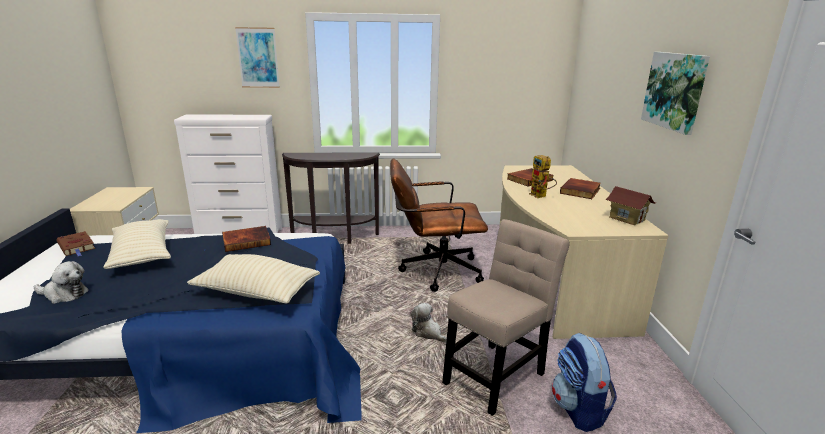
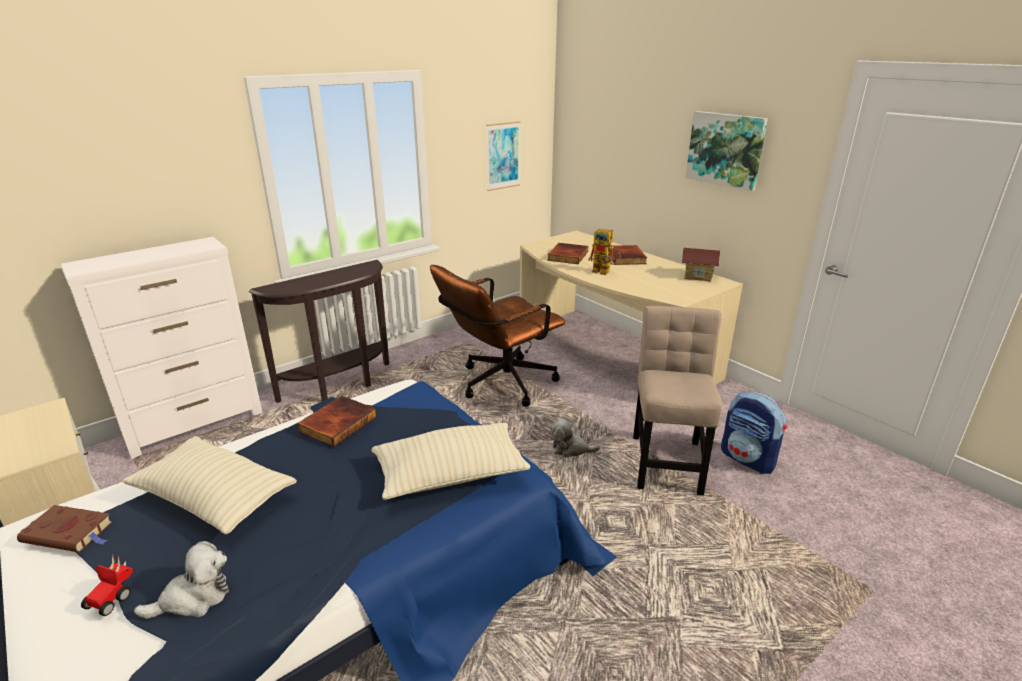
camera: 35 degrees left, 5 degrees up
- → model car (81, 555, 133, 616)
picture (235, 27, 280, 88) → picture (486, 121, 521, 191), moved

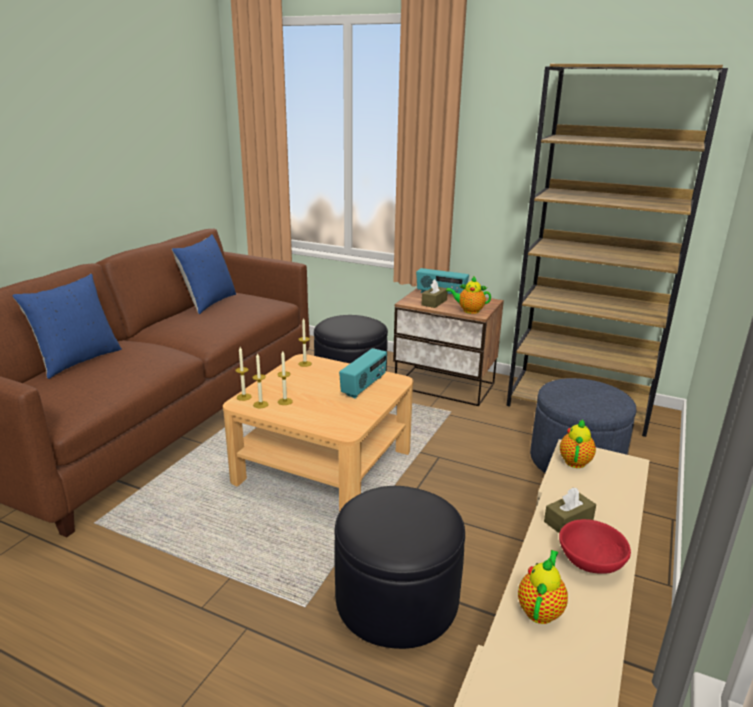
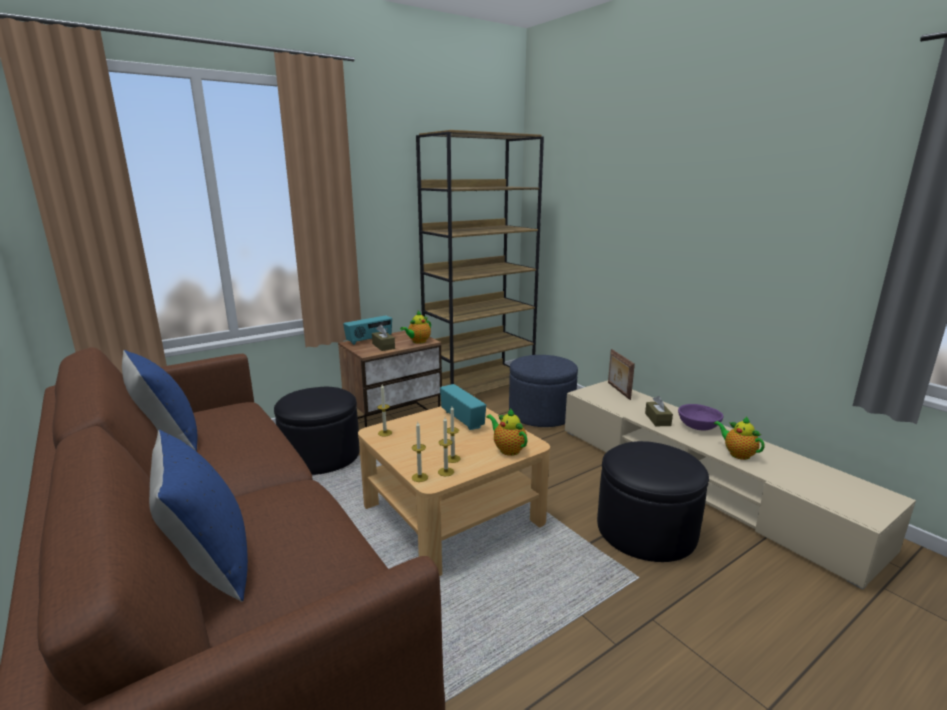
camera: 60 degrees left, 5 degrees down
pot for tea (560, 419, 596, 468) → pot for tea (486, 408, 527, 456), moved
- → photo frame (608, 349, 635, 400)
reddish serving bowl (559, 519, 631, 574) → purple-coloured serving bowl (678, 404, 723, 430)

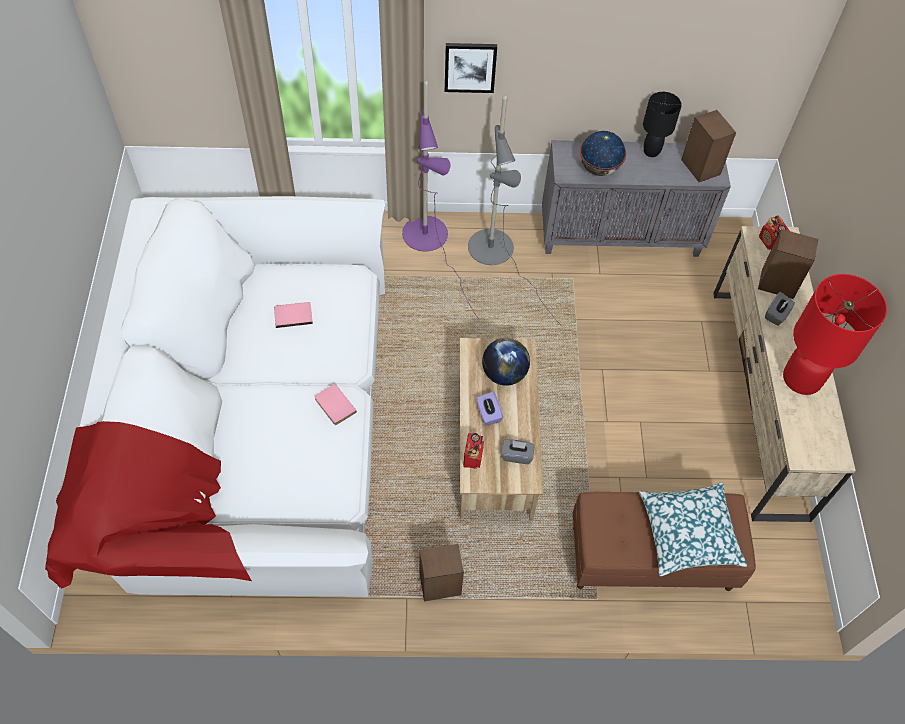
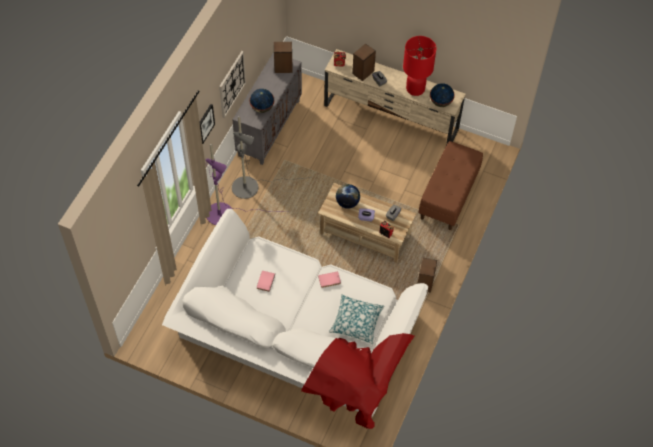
camera: 65 degrees left, 0 degrees up
- → wall clock (219, 51, 246, 118)
cushion (639, 482, 747, 576) → cushion (329, 294, 385, 344), moved
- → globe (430, 83, 455, 107)
black lamp for a table (643, 92, 682, 157) → -

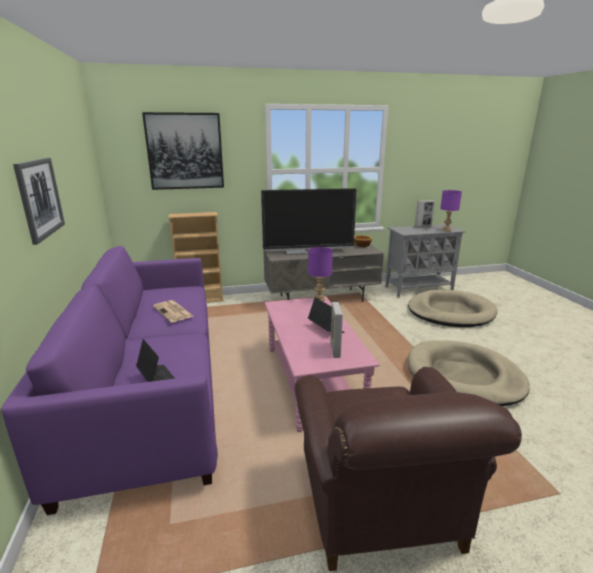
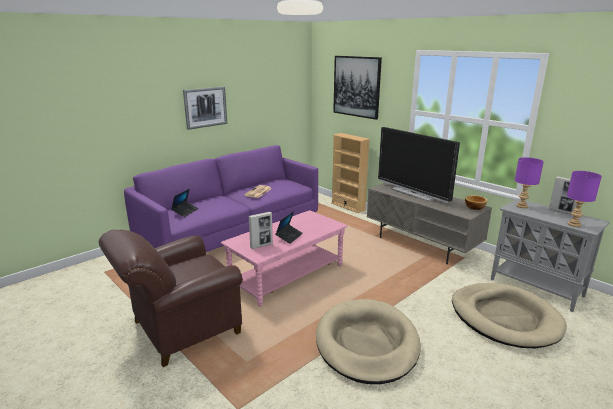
camera: 60 degrees right, 0 degrees up
purple-coloured lamp for a table (308, 247, 333, 301) → purple-coloured lamp for a table (515, 157, 544, 208), moved

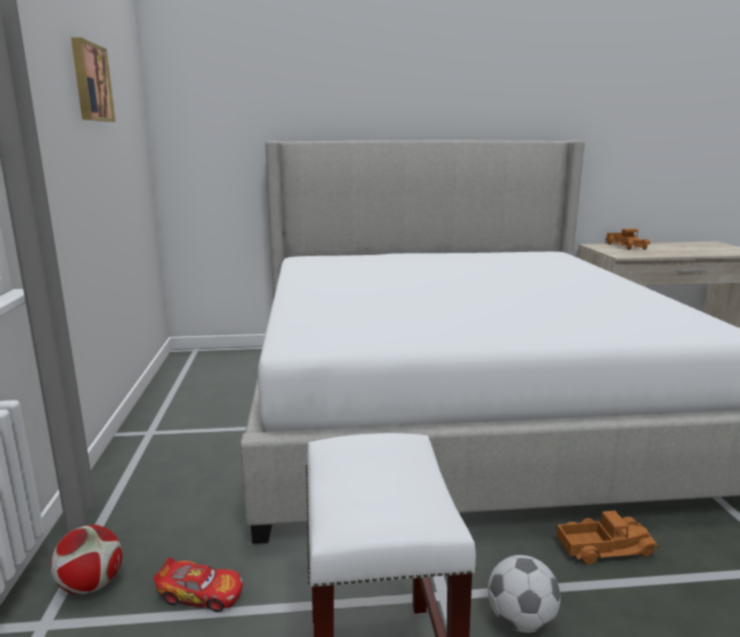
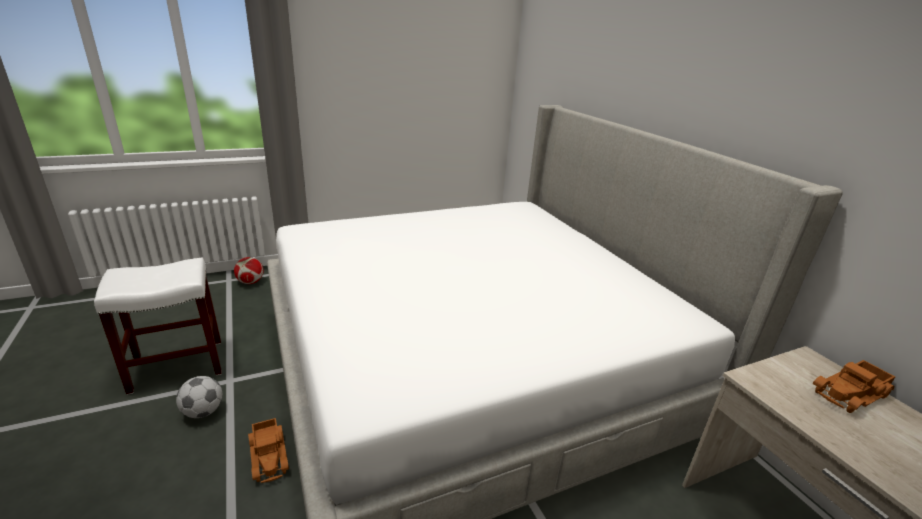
camera: 70 degrees right, 10 degrees up
picture (71, 37, 116, 122) → -
model car (153, 557, 243, 612) → -

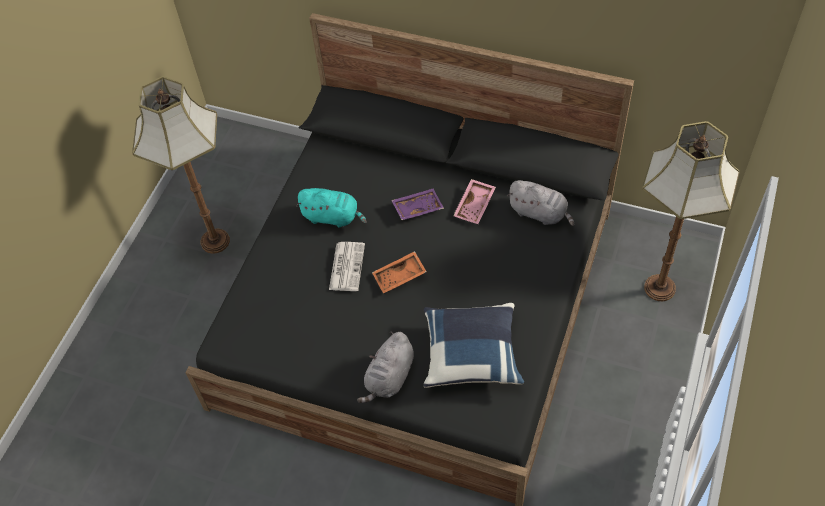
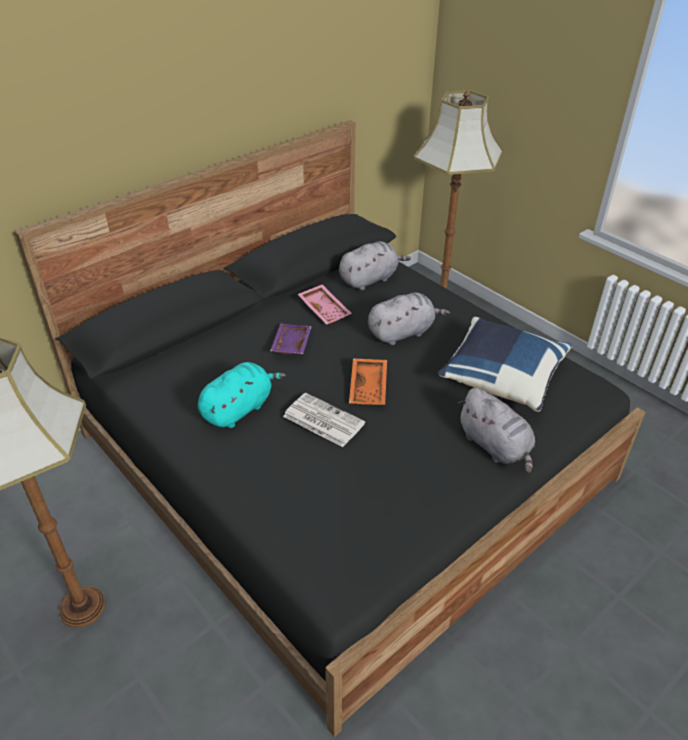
camera: 65 degrees left, 15 degrees down
- → gray cuddly toy (368, 293, 450, 345)

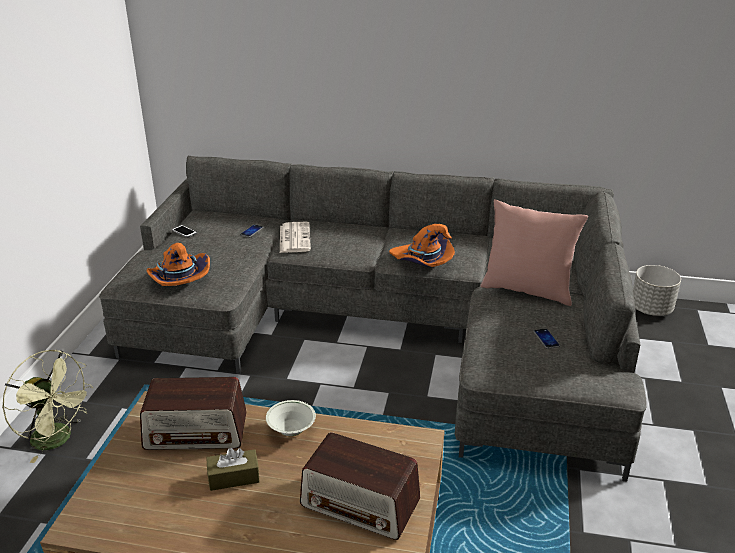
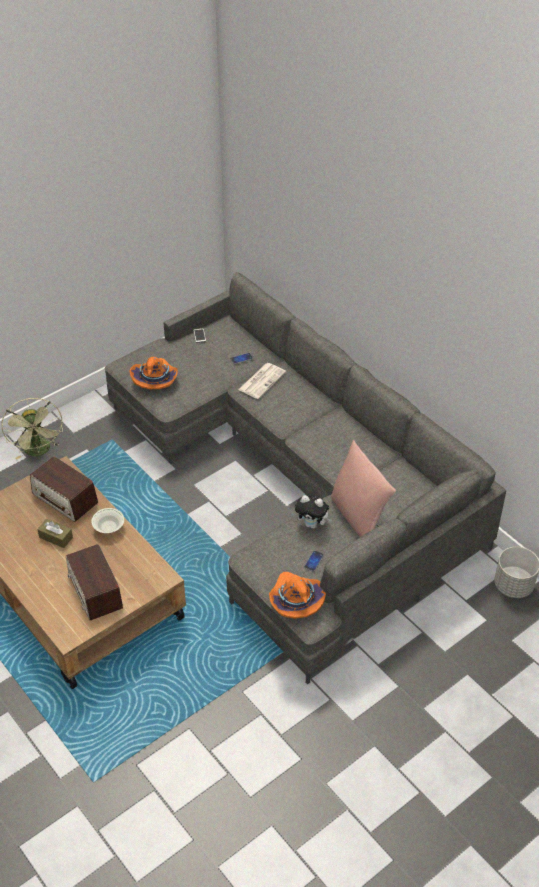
camera: 40 degrees right, 15 degrees up
orange hat (389, 224, 455, 267) → orange hat (269, 572, 326, 619), moved
- → cuddly toy (295, 495, 331, 529)

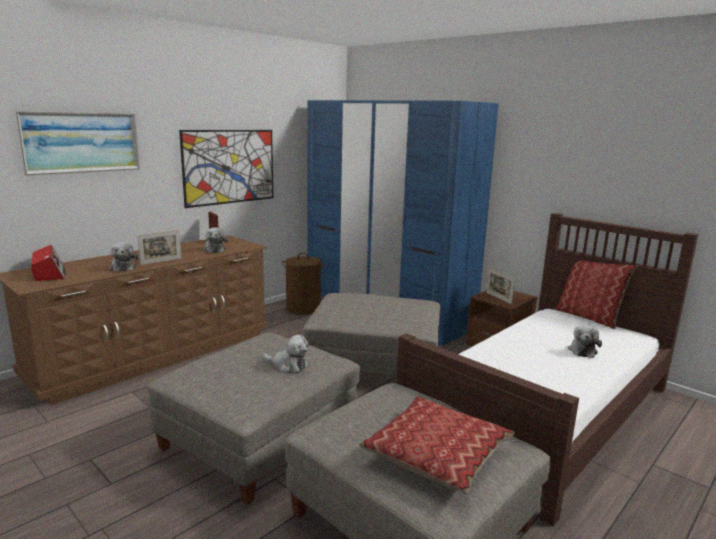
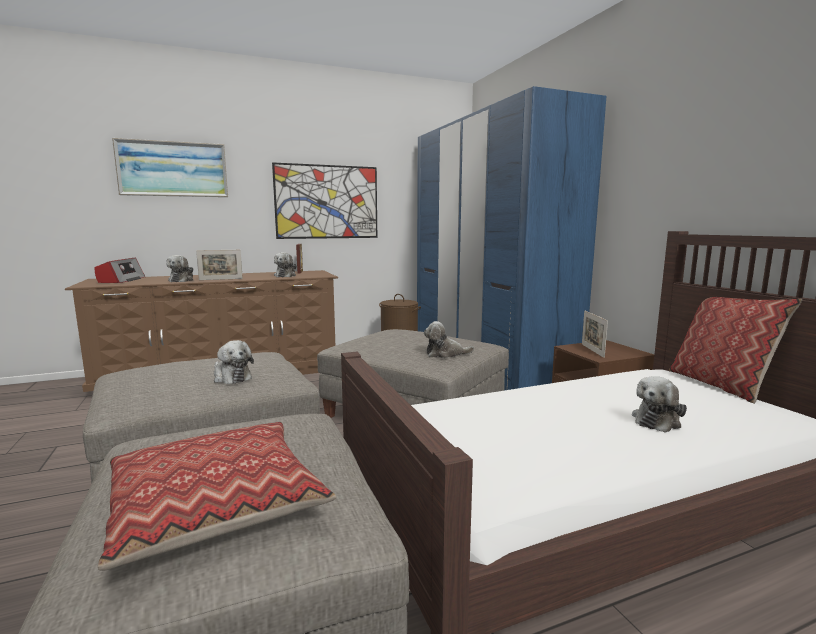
camera: 25 degrees right, 5 degrees down
- → cuddly toy (424, 321, 474, 358)

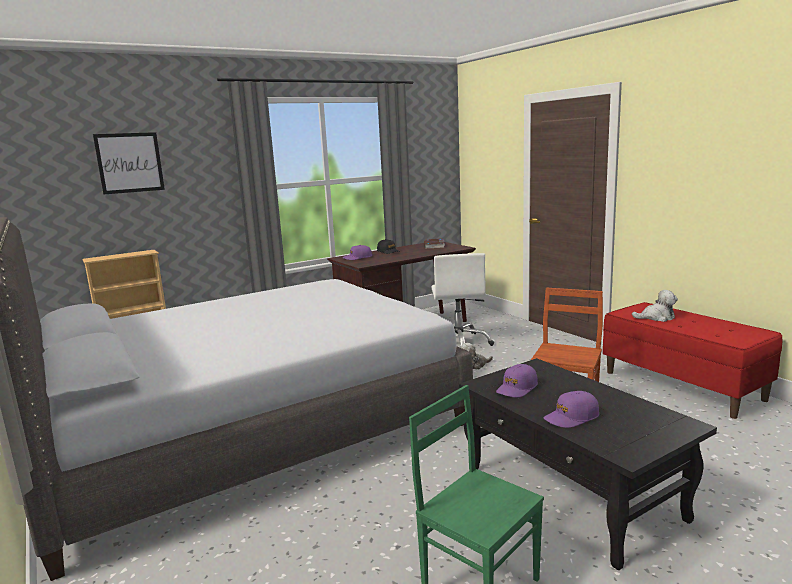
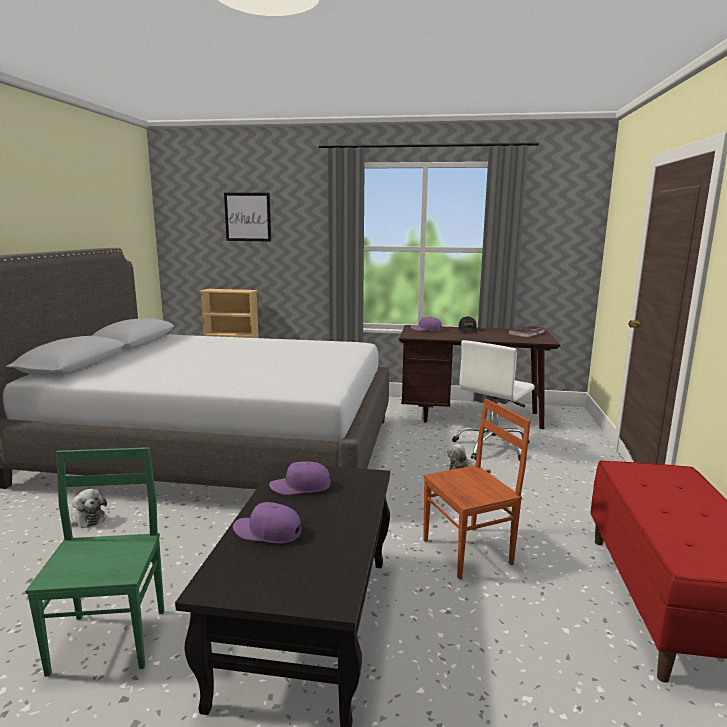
camera: 40 degrees right, 0 degrees up
cuddly toy (632, 290, 678, 322) → cuddly toy (71, 489, 107, 528), moved

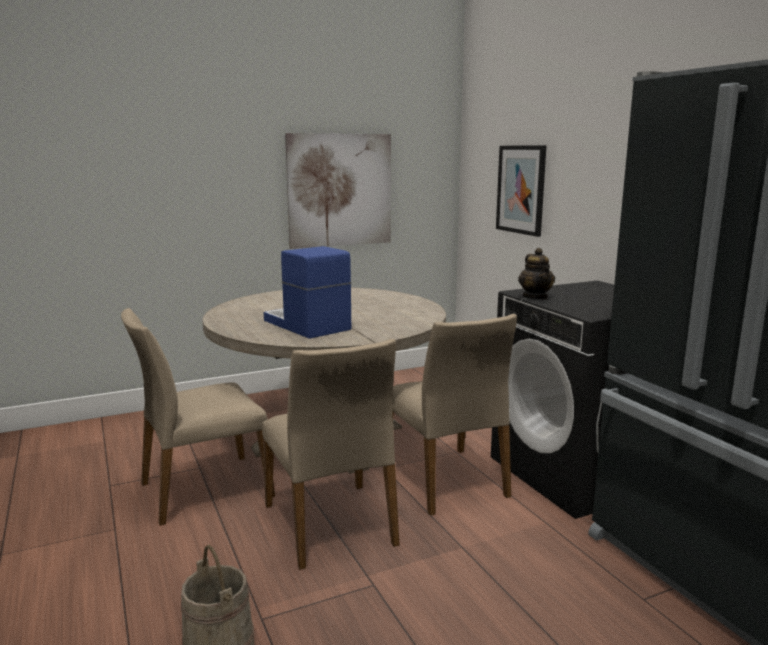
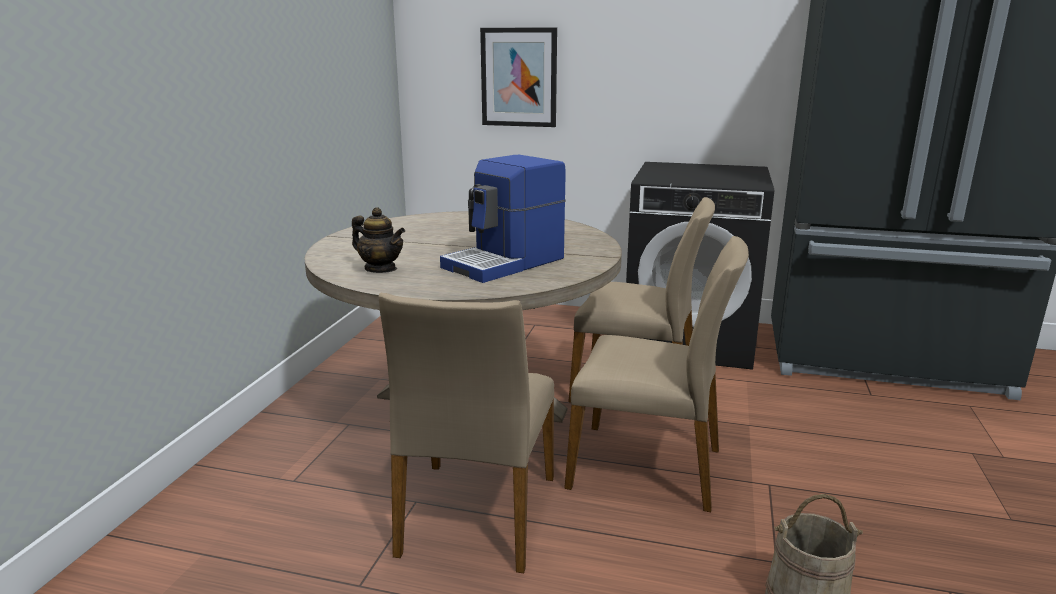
camera: 50 degrees left, 5 degrees up
pot for tea (518, 248, 555, 300) → pot for tea (352, 207, 405, 273), moved
coffee maker (264, 246, 351, 339) → coffee maker (440, 155, 566, 283), 45 degrees counterclockwise
picture (285, 133, 391, 249) → -

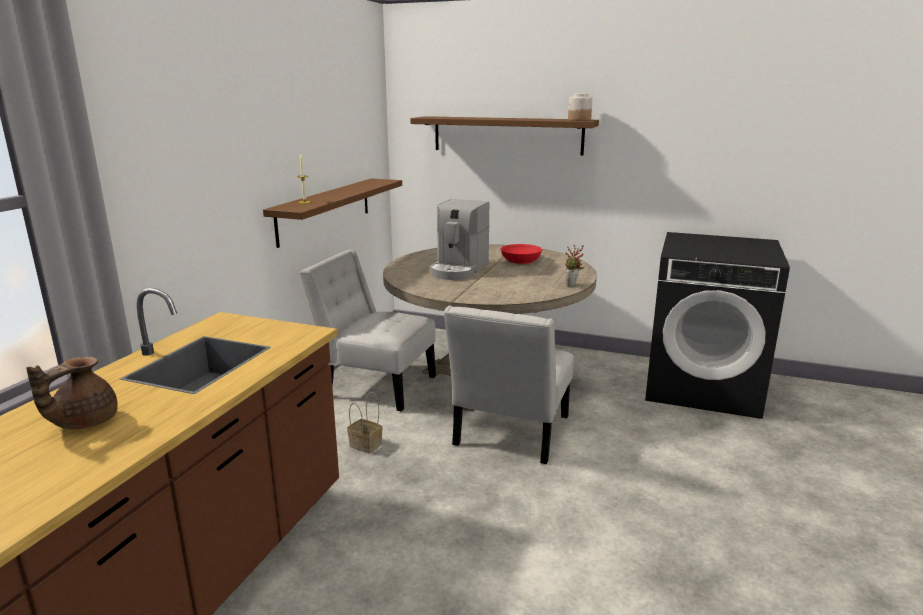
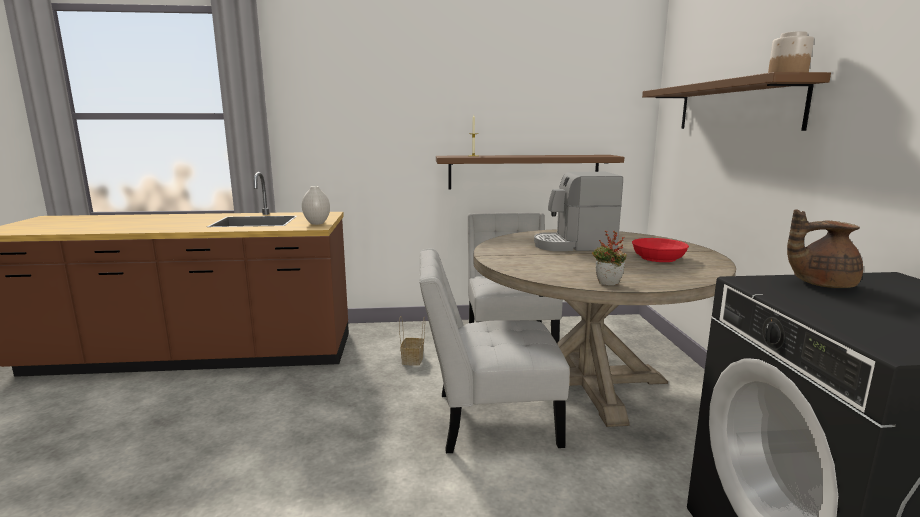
camera: 65 degrees right, 5 degrees down
- → white flower vase (302, 186, 330, 225)
brownish pot for tea (26, 357, 118, 430) → brownish pot for tea (787, 209, 863, 288), moved

